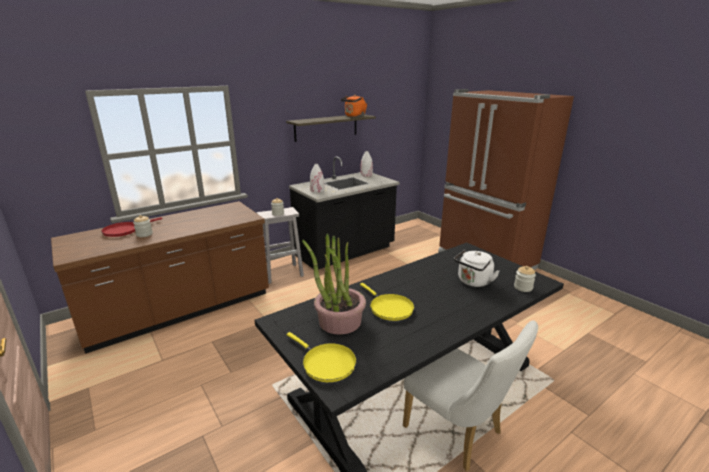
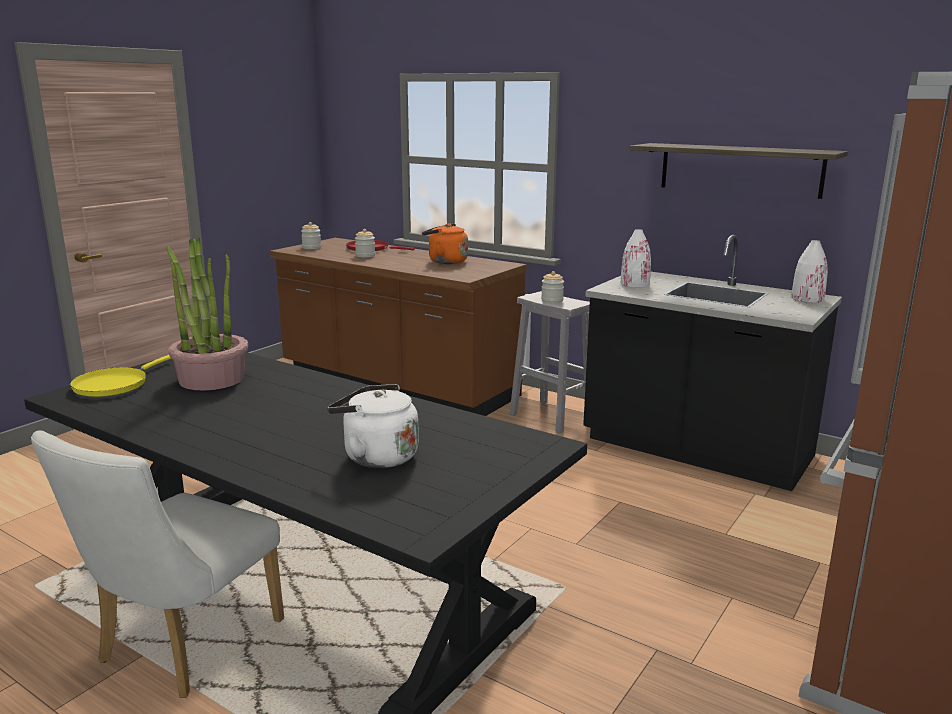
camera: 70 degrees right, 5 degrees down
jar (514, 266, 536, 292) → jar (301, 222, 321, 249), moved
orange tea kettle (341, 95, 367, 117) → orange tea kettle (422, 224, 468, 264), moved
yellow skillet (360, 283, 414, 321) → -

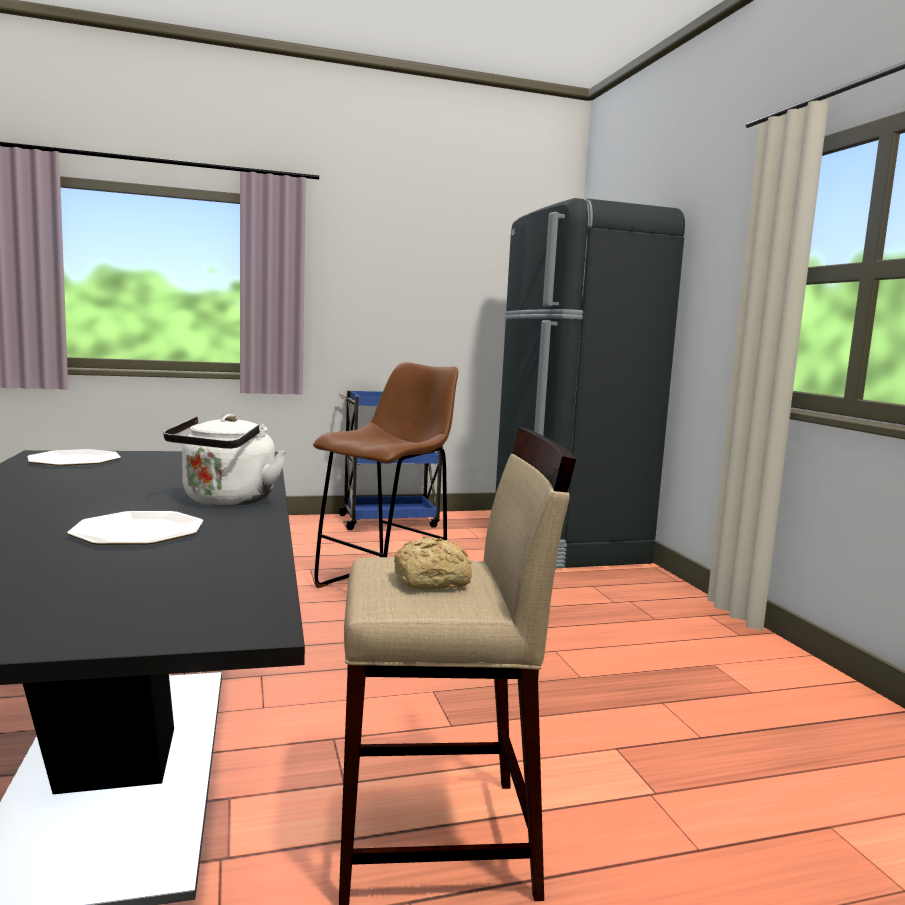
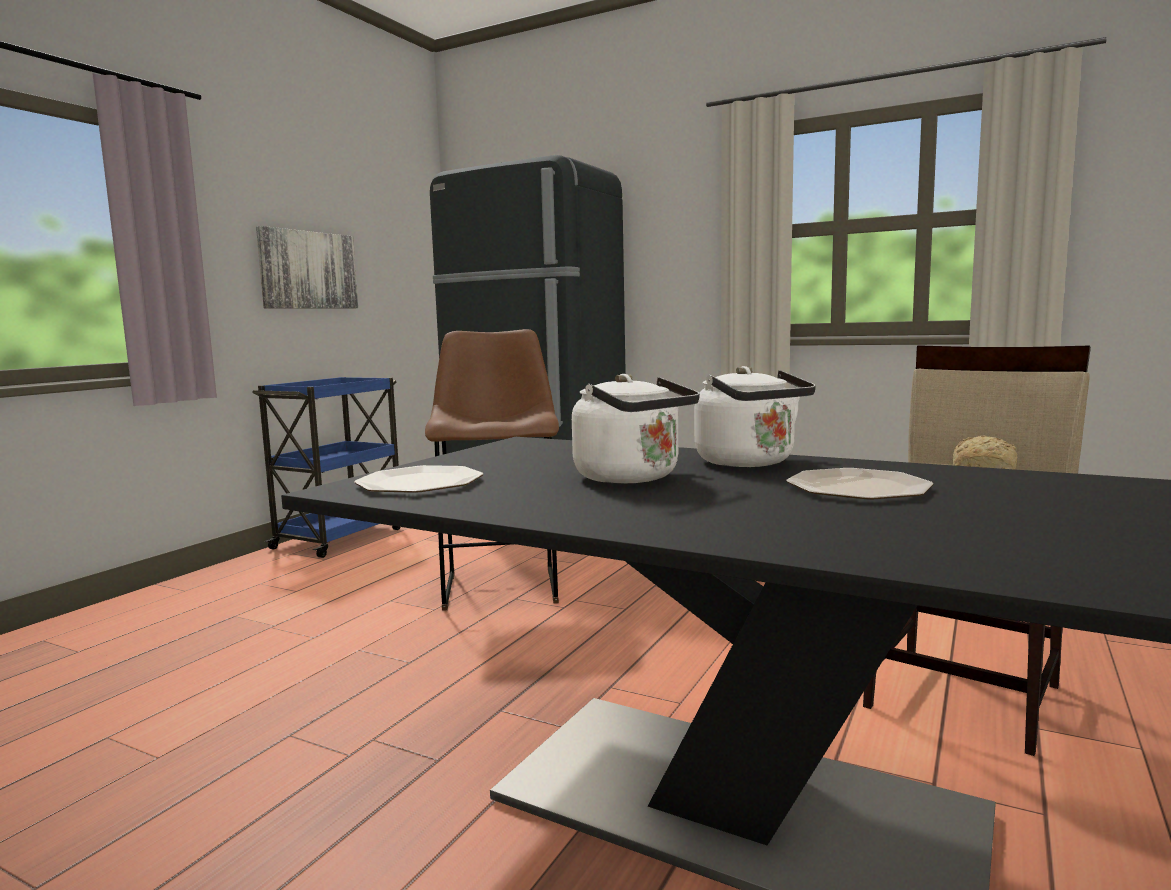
camera: 45 degrees left, 0 degrees up
- → picture (256, 226, 359, 309)
- → white tea kettle (572, 374, 700, 484)

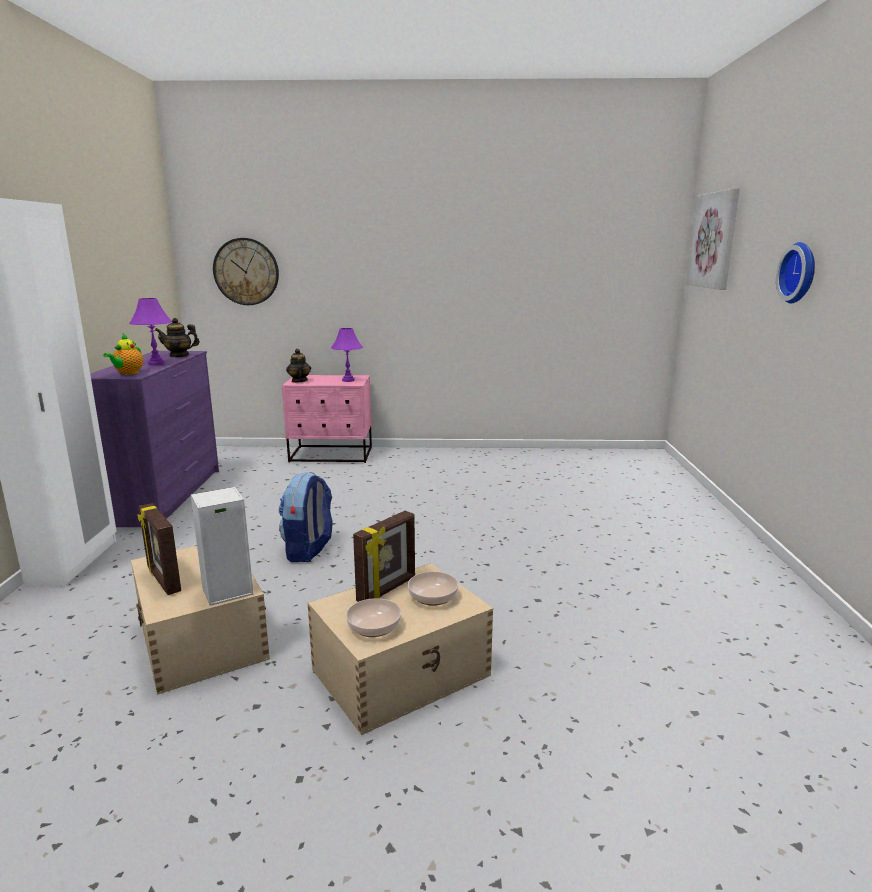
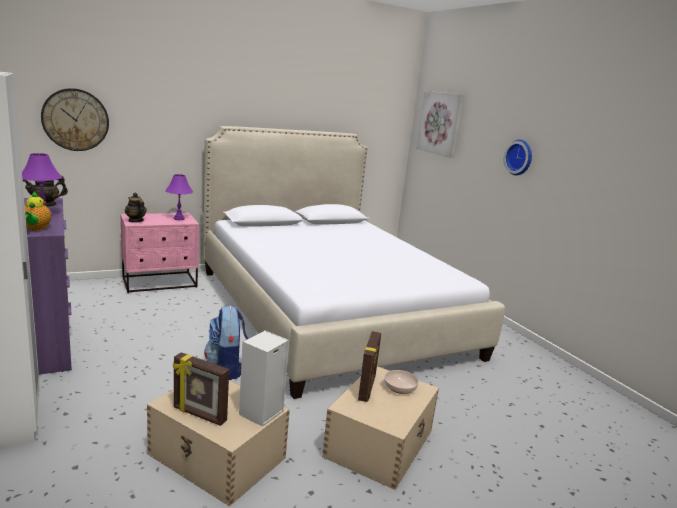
camera: 30 degrees left, 0 degrees up
- → sleeping bed (203, 126, 505, 399)
serving bowl (346, 598, 401, 637) → -

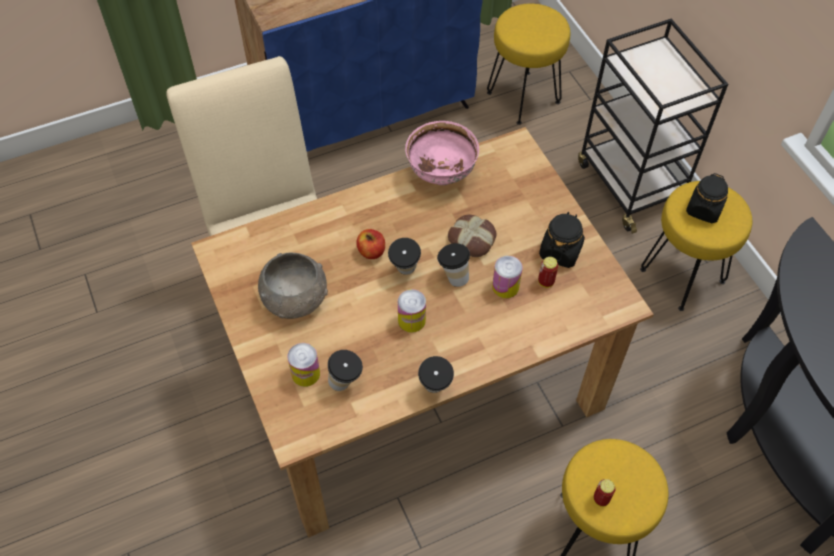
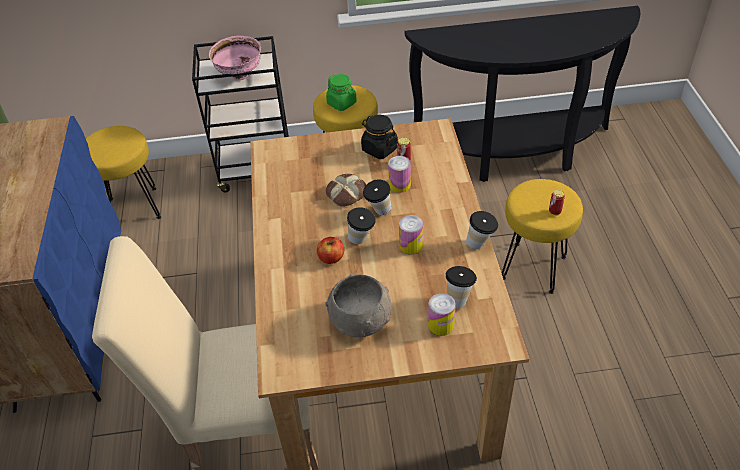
camera: 70 degrees left, 10 degrees down
pink-coloured serving bowl (405, 121, 479, 185) → pink-coloured serving bowl (209, 36, 261, 81), moved
black jar (686, 173, 728, 223) → green jar (326, 74, 357, 111)

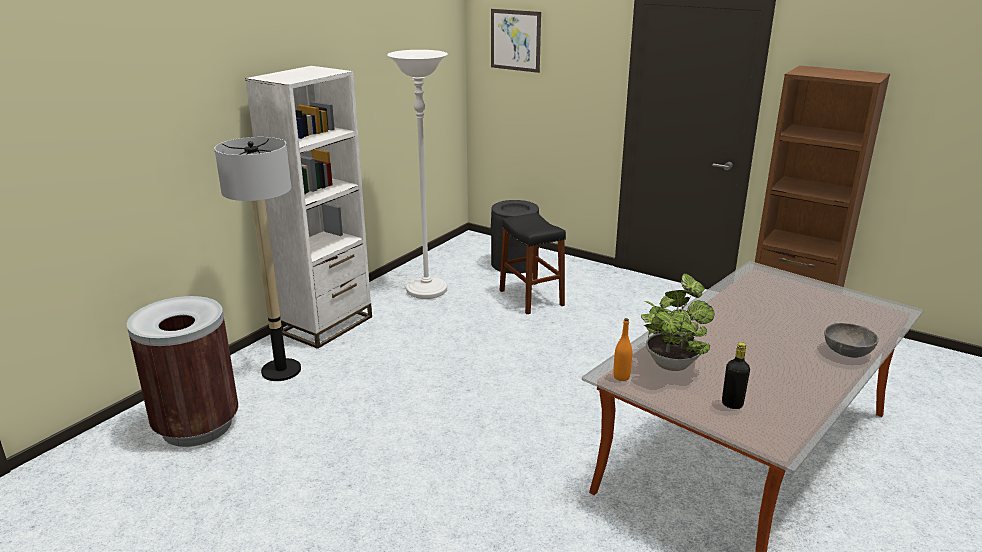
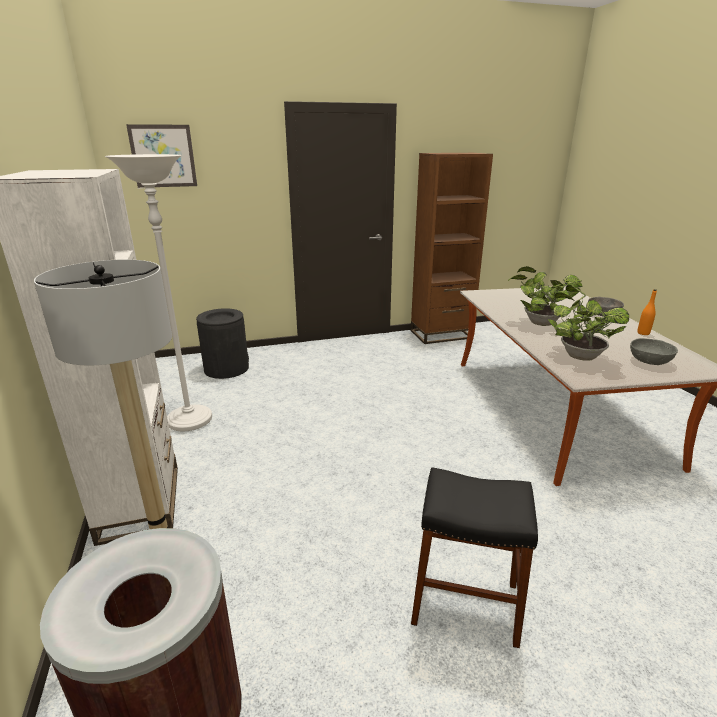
camera: 50 degrees left, 0 degrees up
black stool (500, 213, 566, 314) → black stool (411, 467, 538, 648), moved
- → houseplant (508, 266, 582, 326)
black drink bottle (722, 342, 750, 409) → gray serving bowl (630, 338, 678, 365)
orange drink bottle (613, 318, 632, 381) → orange drink bottle (637, 289, 657, 335), moved

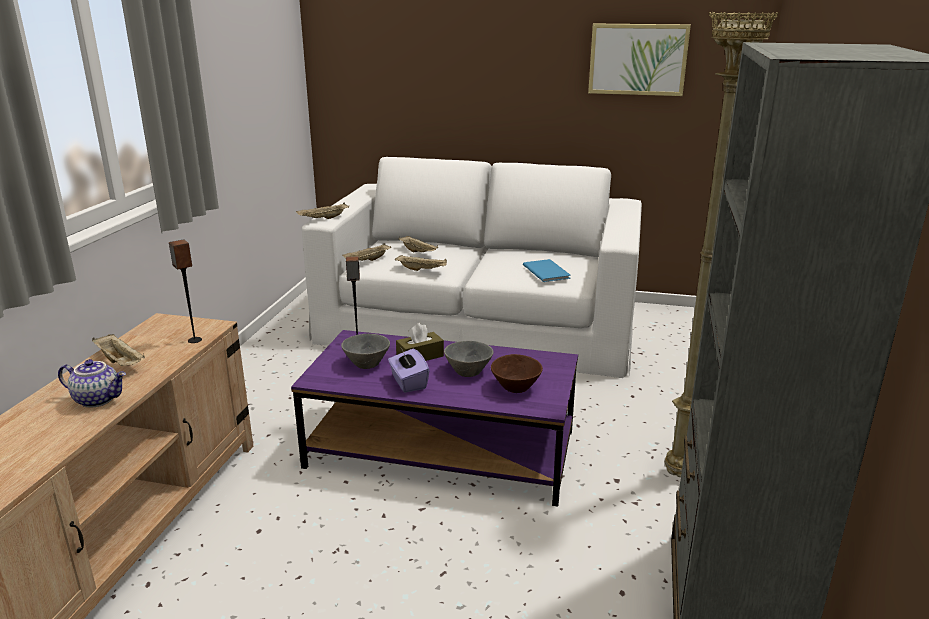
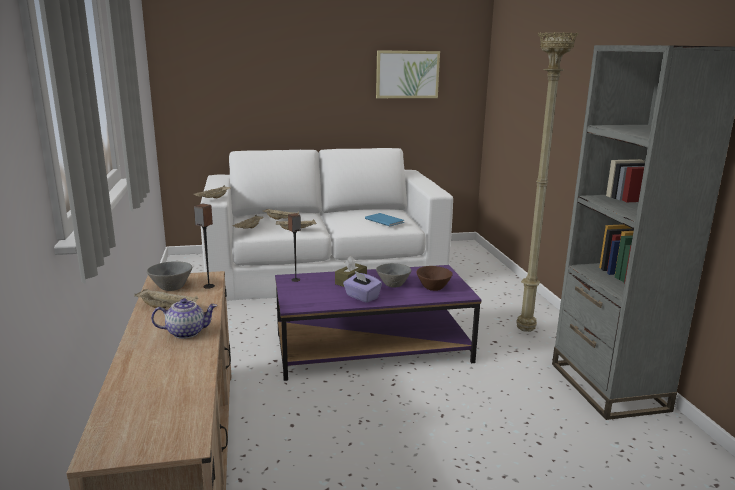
camera: 25 degrees left, 5 degrees down
gray serving bowl (341, 334, 390, 369) → gray serving bowl (147, 261, 192, 291), moved

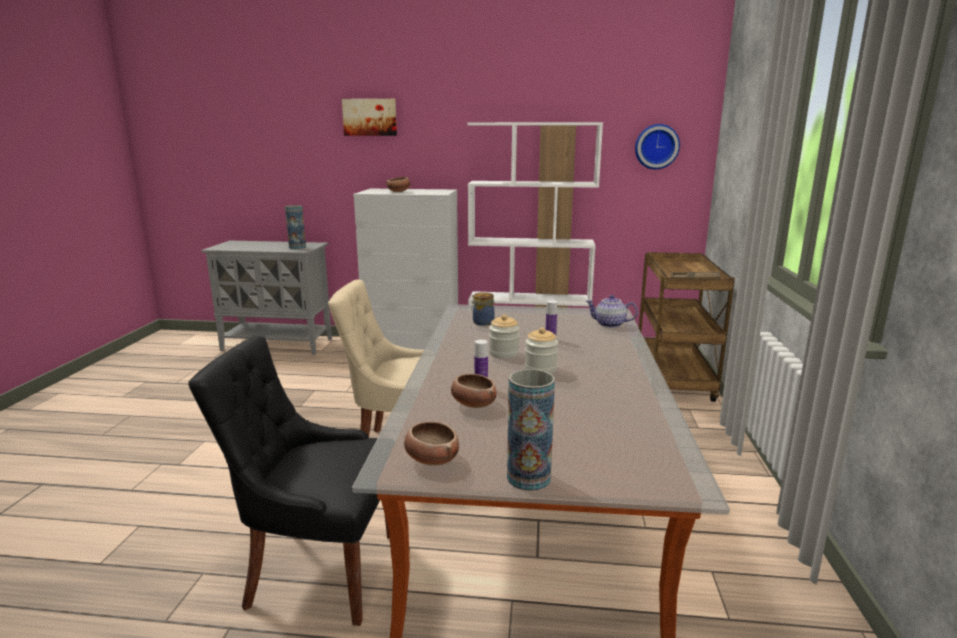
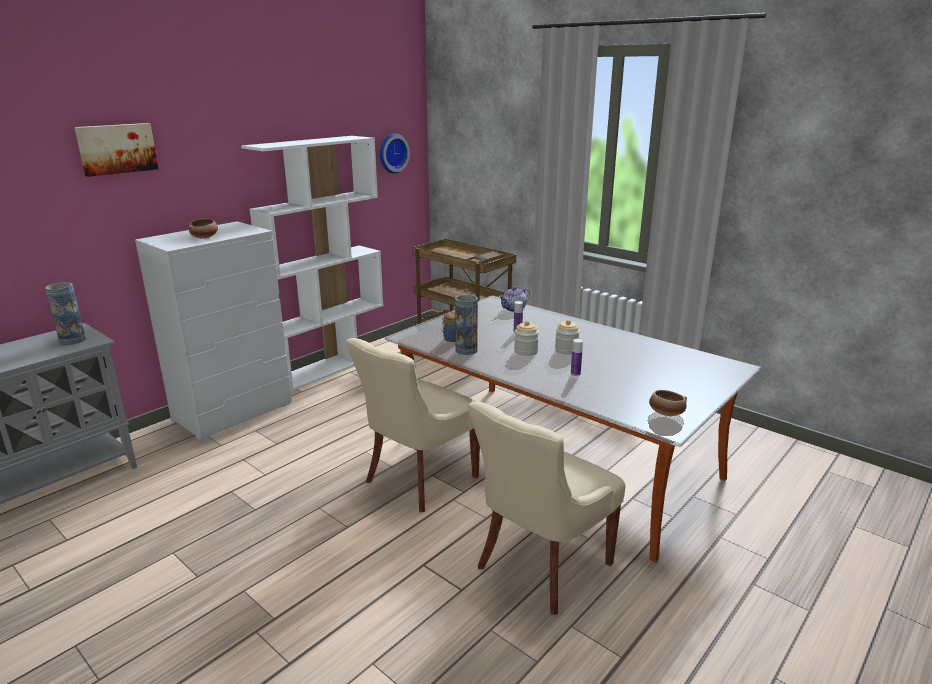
camera: 55 degrees left, 5 degrees up
flower vase (507, 369, 555, 491) → flower vase (455, 295, 478, 355), moved
black plain chair (188, 336, 390, 626) → beige plain chair (468, 402, 625, 615)
serving bowl (451, 374, 496, 408) → -

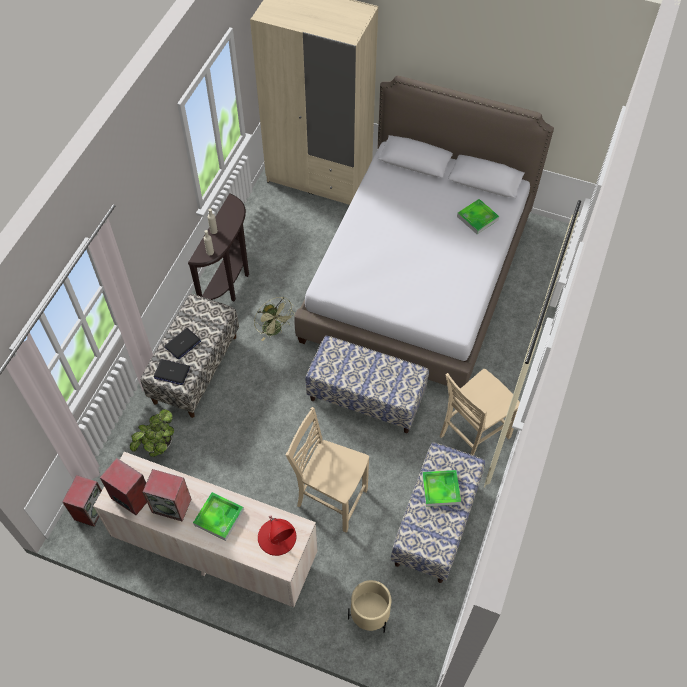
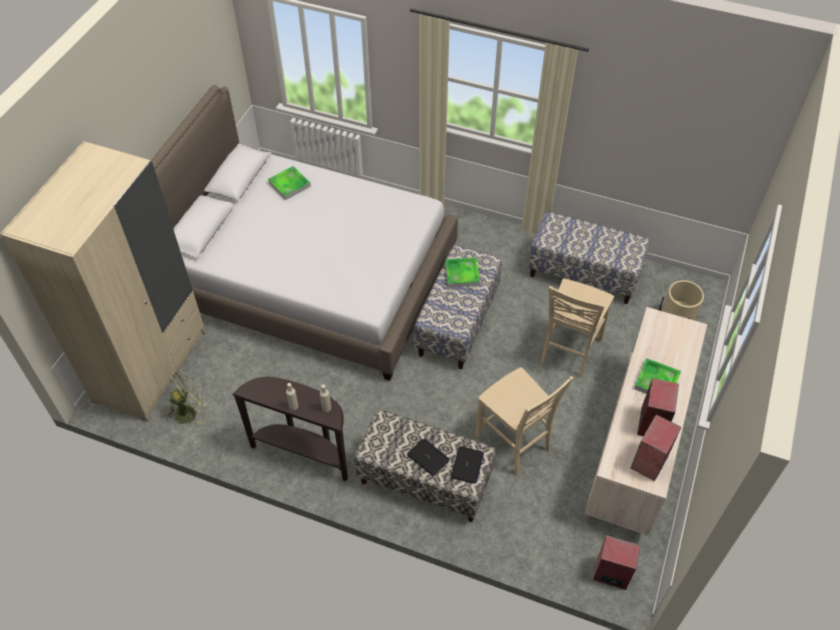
camera: 90 degrees left, 5 degrees down
green cooling fan (254, 297, 295, 341) → green cooling fan (166, 369, 205, 424), moved
tray (422, 470, 461, 507) → tray (445, 258, 480, 287), moved
beige plain chair (440, 369, 520, 455) → beige plain chair (475, 367, 573, 475), moved
houseplant (130, 409, 174, 457) → -
reddish lamp for a table (258, 515, 296, 556) → -

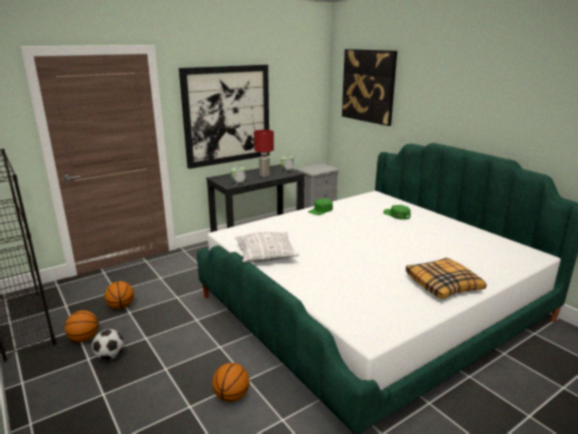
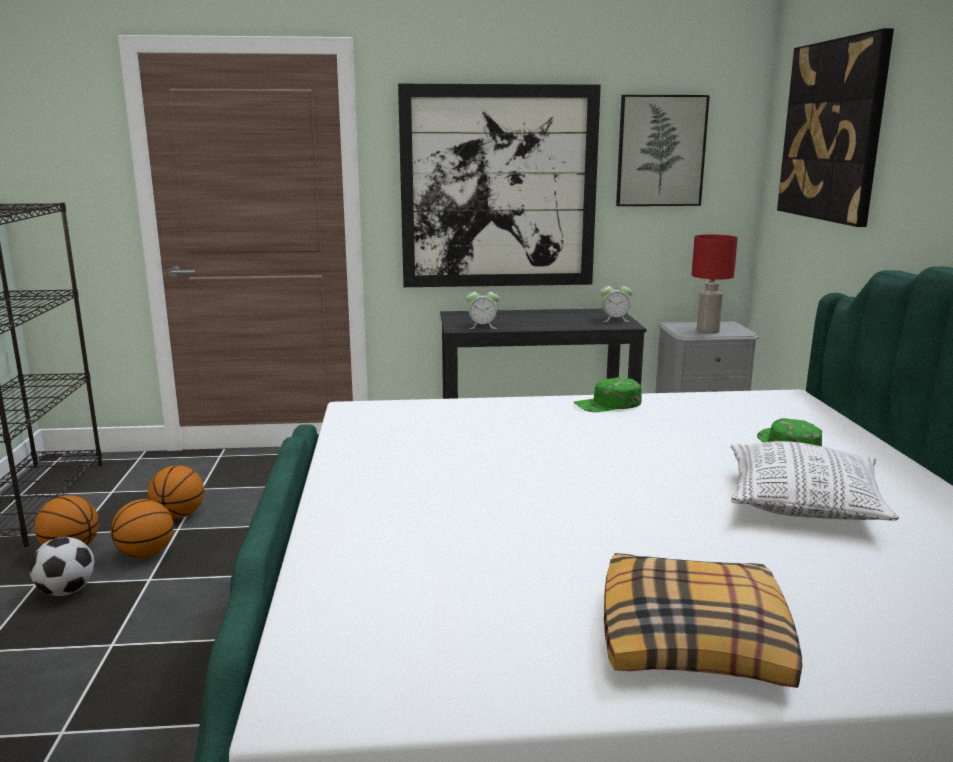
camera: 30 degrees right, 5 degrees down
ball for basketball (212, 363, 249, 402) → ball for basketball (111, 499, 174, 558), moved
- → picture (616, 95, 710, 206)
reddish lamp for a table (254, 130, 274, 177) → reddish lamp for a table (692, 234, 738, 333), moved
cushion (235, 232, 299, 263) → cushion (731, 441, 899, 521), moved

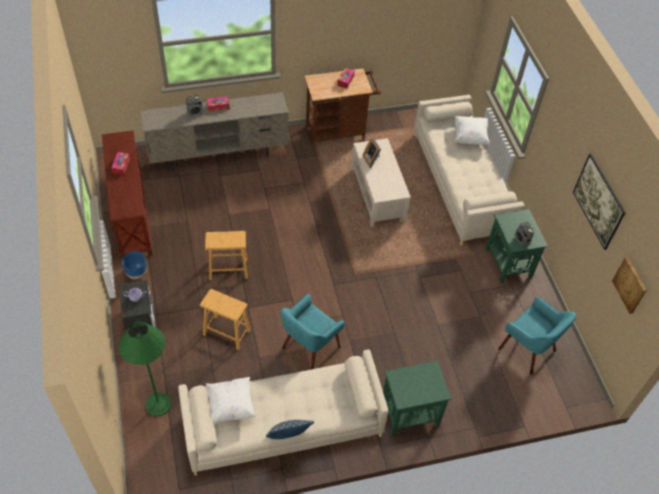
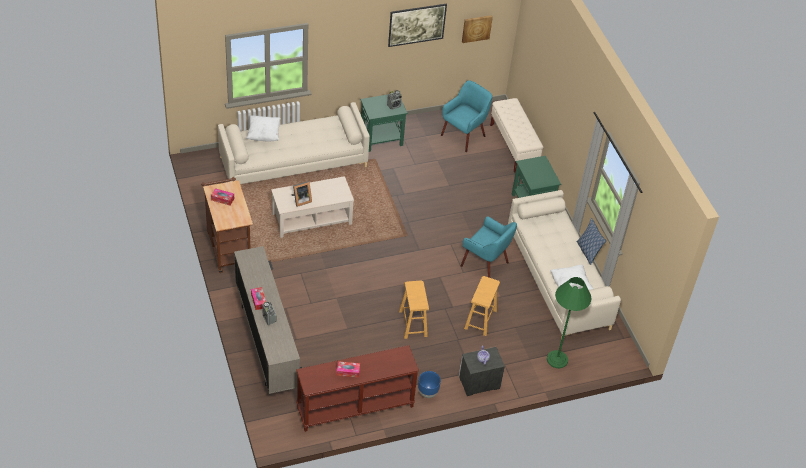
camera: 95 degrees left, 5 degrees down
- → beige long seat (490, 98, 544, 172)

